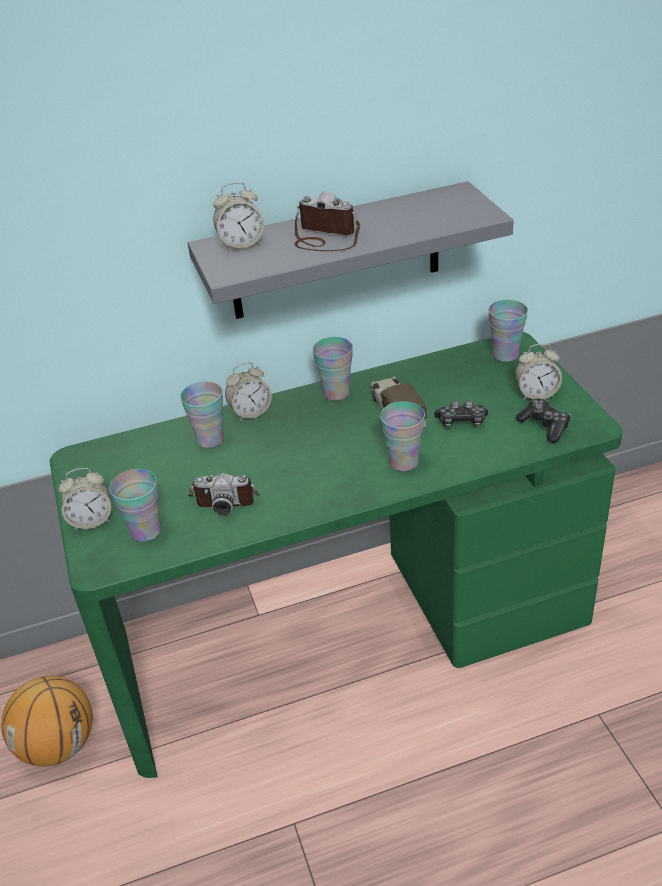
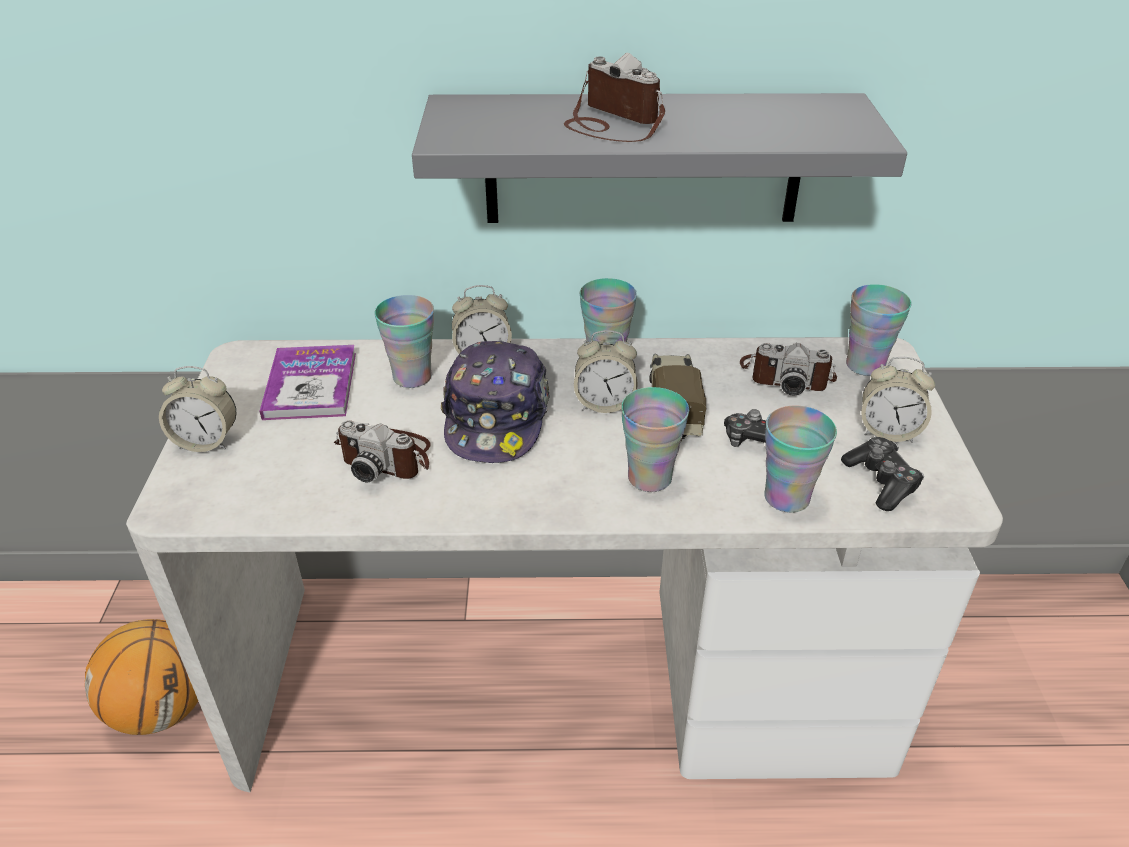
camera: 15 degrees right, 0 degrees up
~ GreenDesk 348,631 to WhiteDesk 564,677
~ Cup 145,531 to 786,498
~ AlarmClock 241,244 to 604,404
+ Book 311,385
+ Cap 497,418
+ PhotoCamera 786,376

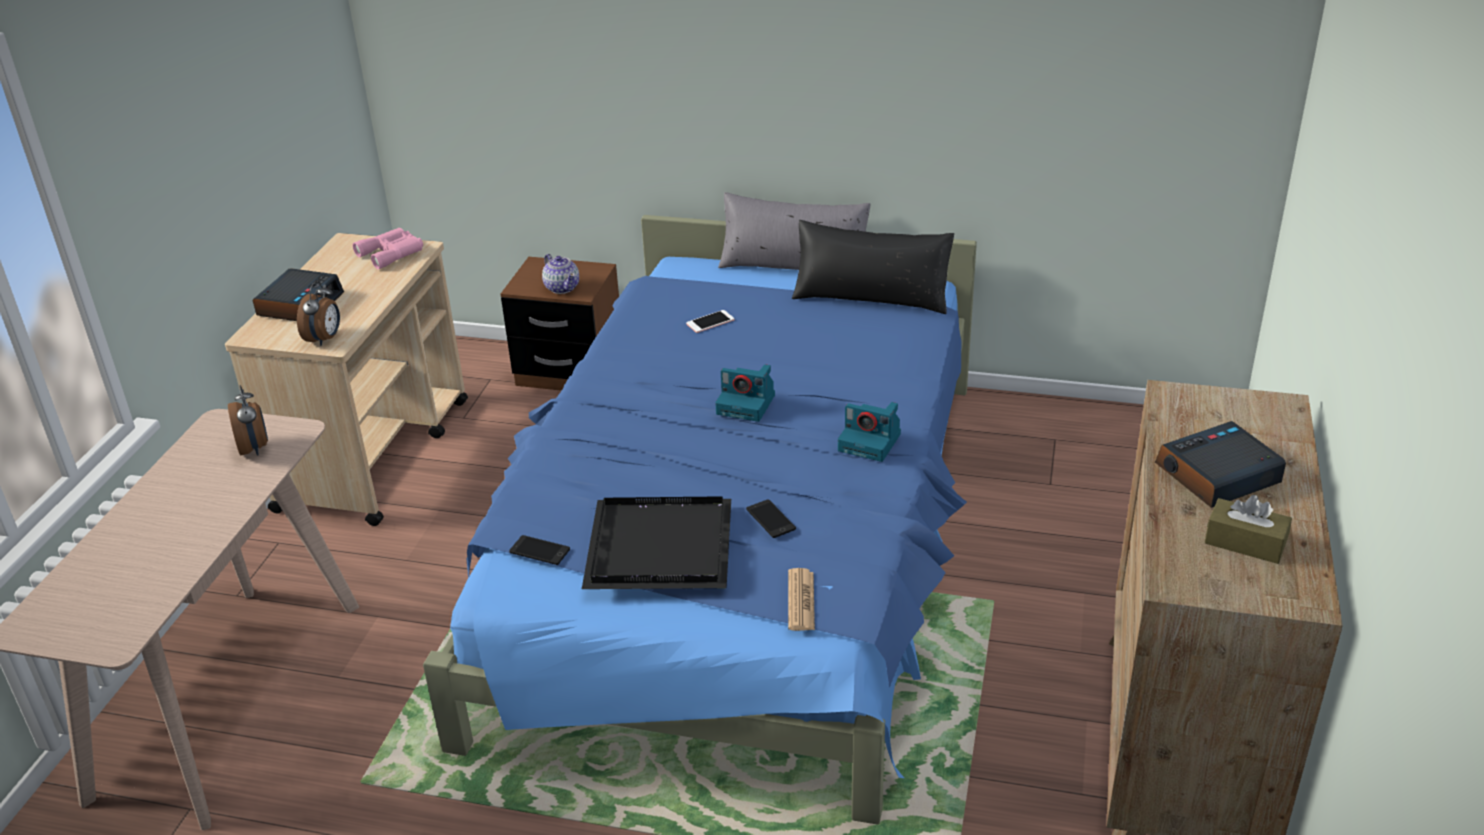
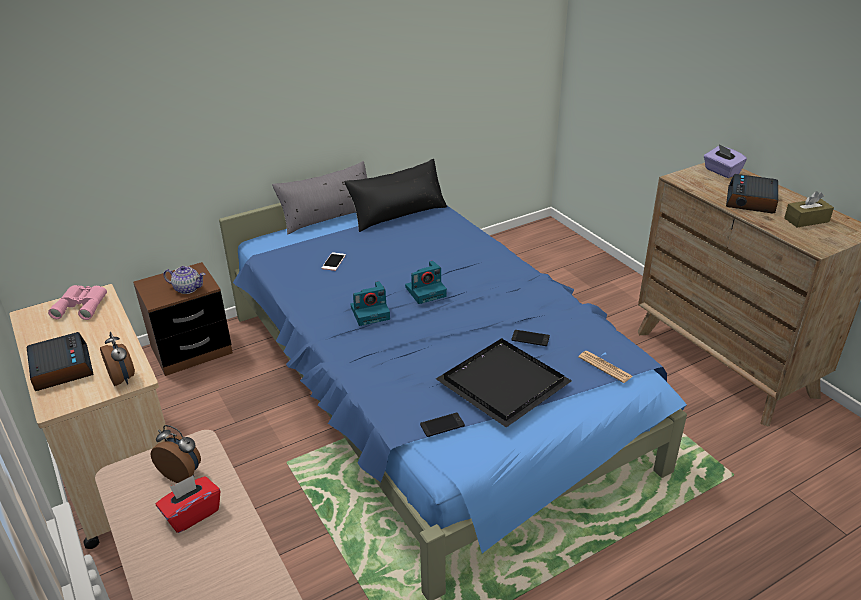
camera: 45 degrees left, 0 degrees up
~ PhotoCamera 871,442 to 371,312
+ RedTissueBox 192,514
+ PurpleTissueBox 721,171

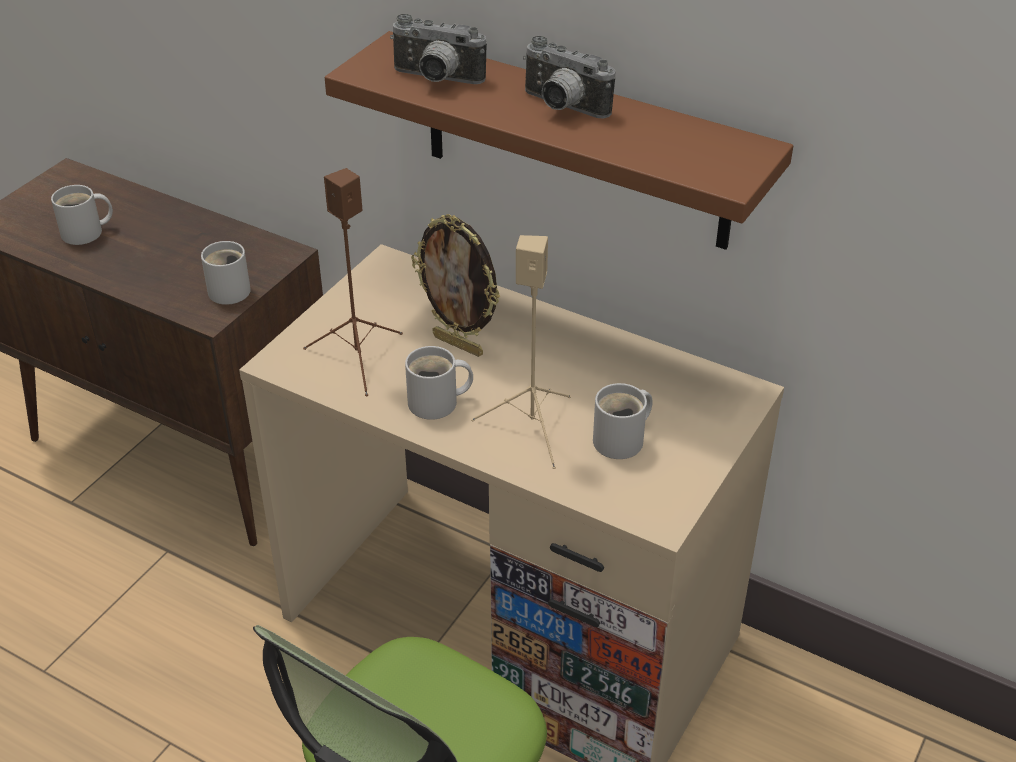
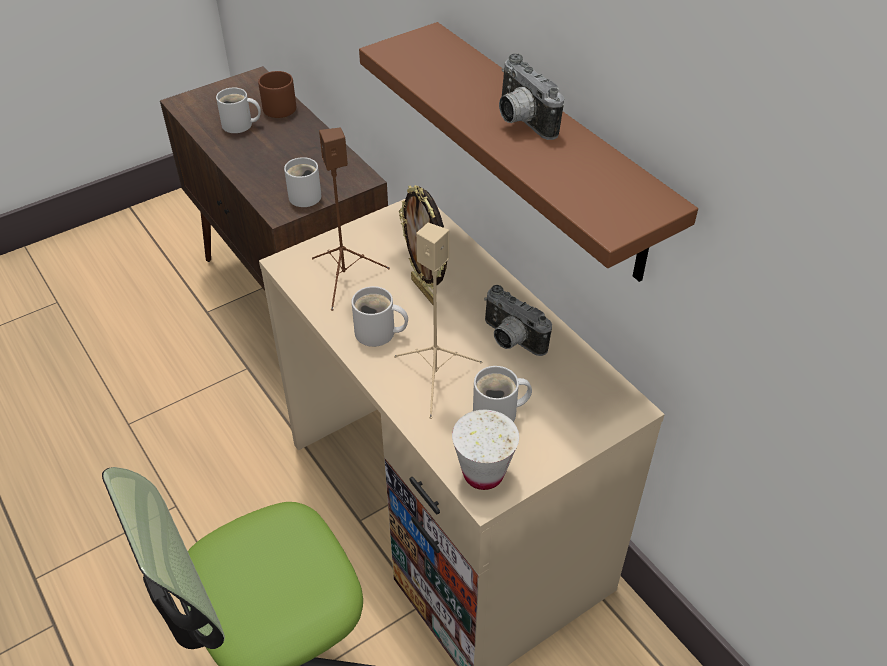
camera: 25 degrees right, 5 degrees up
~ PhotoCamera 436,80 to 510,340
+ BrownMug 280,105
+ WhiteCup 483,473

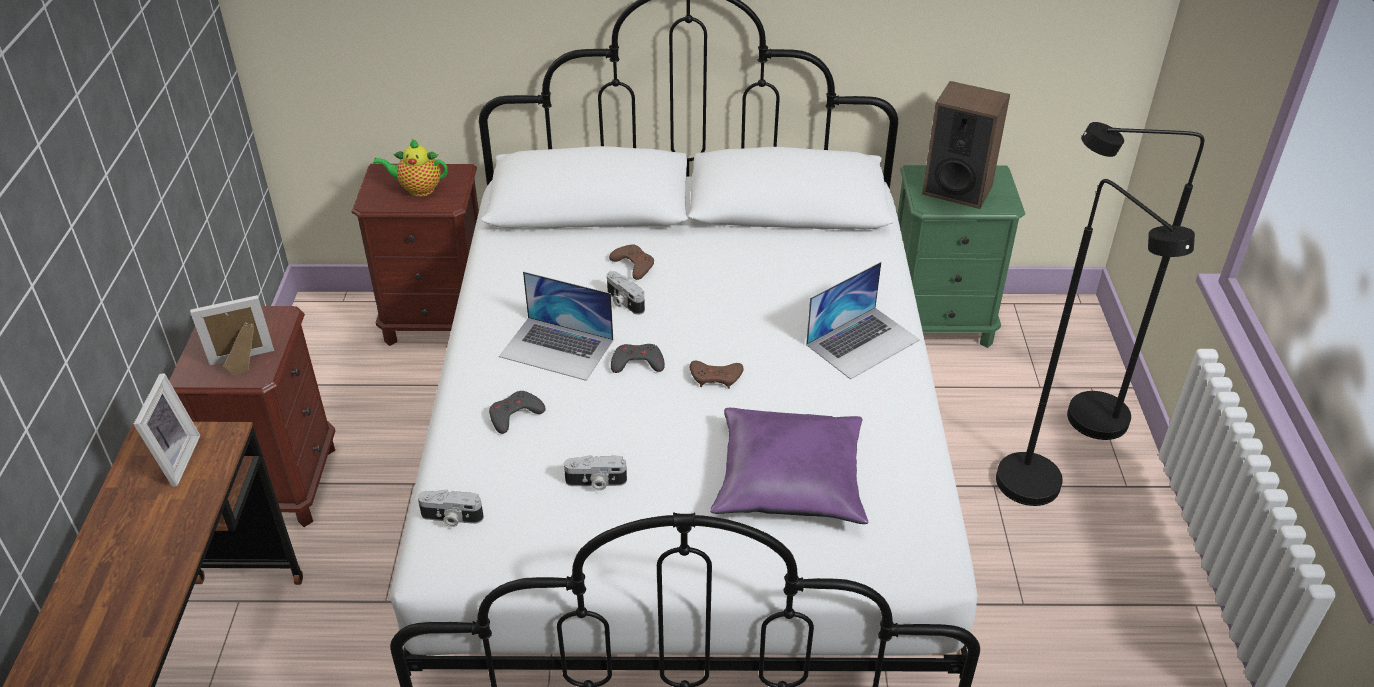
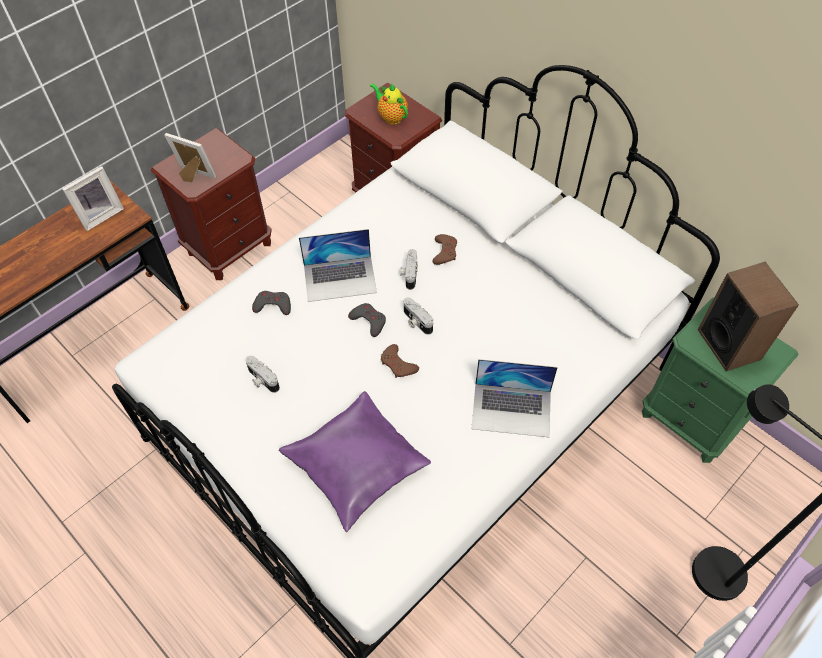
camera: 45 degrees right, 15 degrees up
~ PhotoCamera 451,518 to 416,321
~ Laptop 557,348 = 340,278 75 degrees counterclockwise
- BlackFloorLamp 1041,494

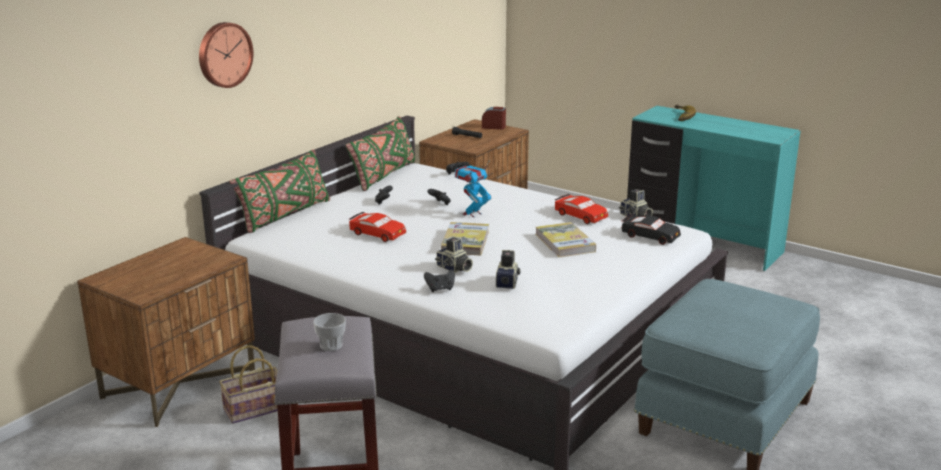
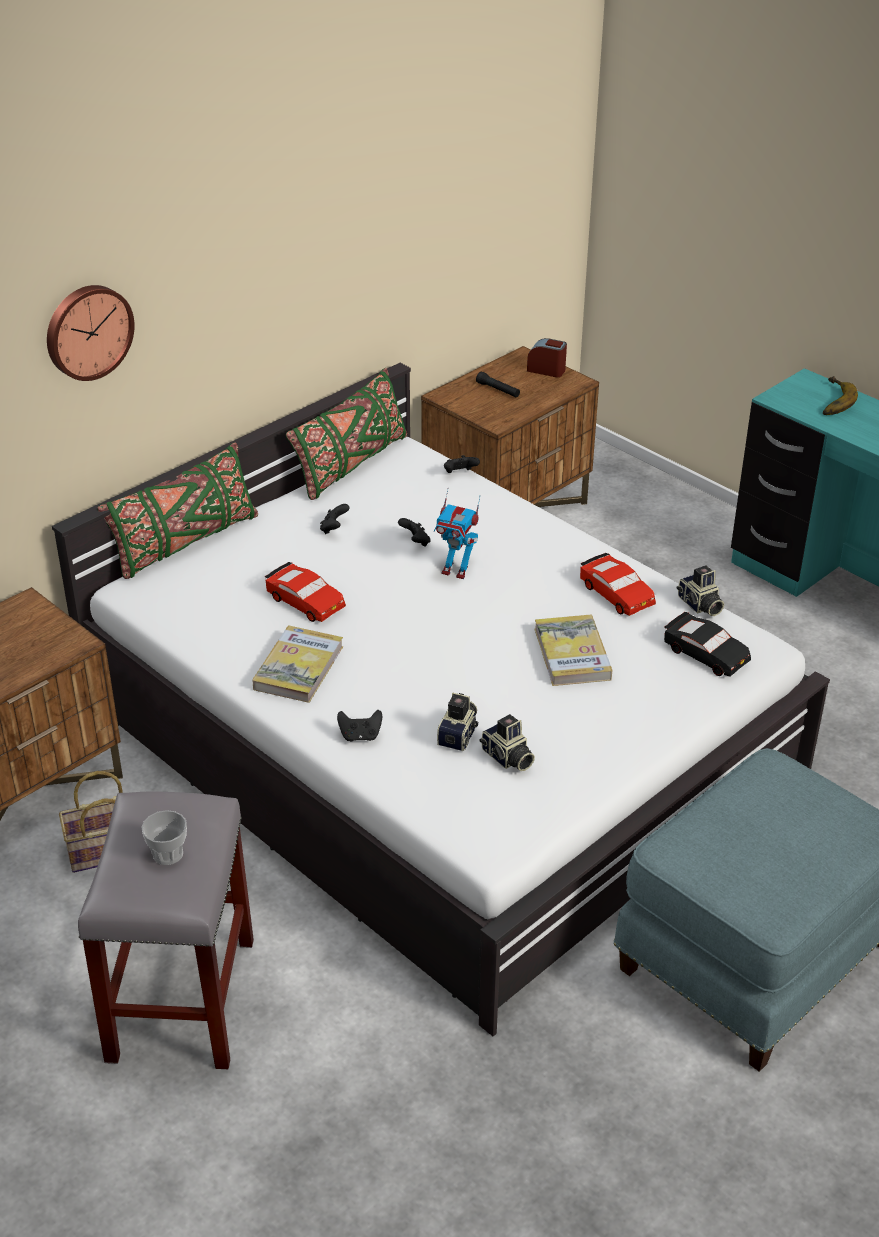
camera: 10 degrees right, 15 degrees up
~ PhotoCamera 454,268 to 507,758
~ Book 465,242 to 298,668
~ ToyRobot 472,214 = 456,571 120 degrees counterclockwise

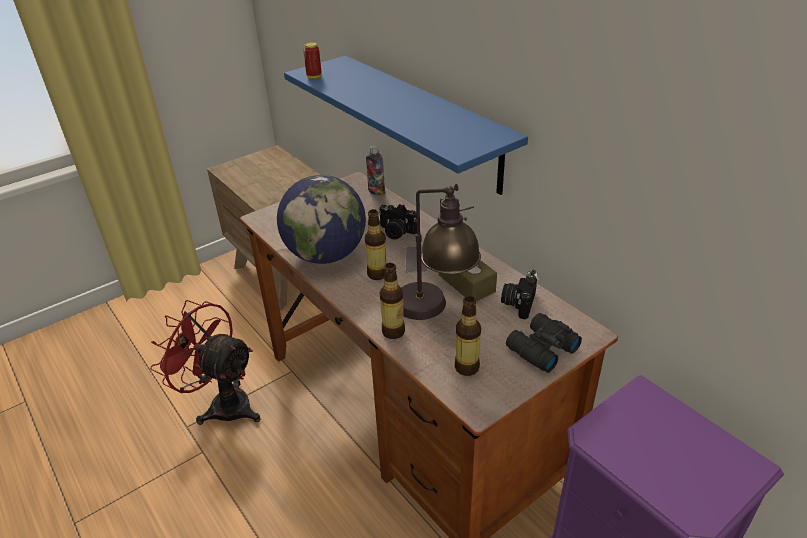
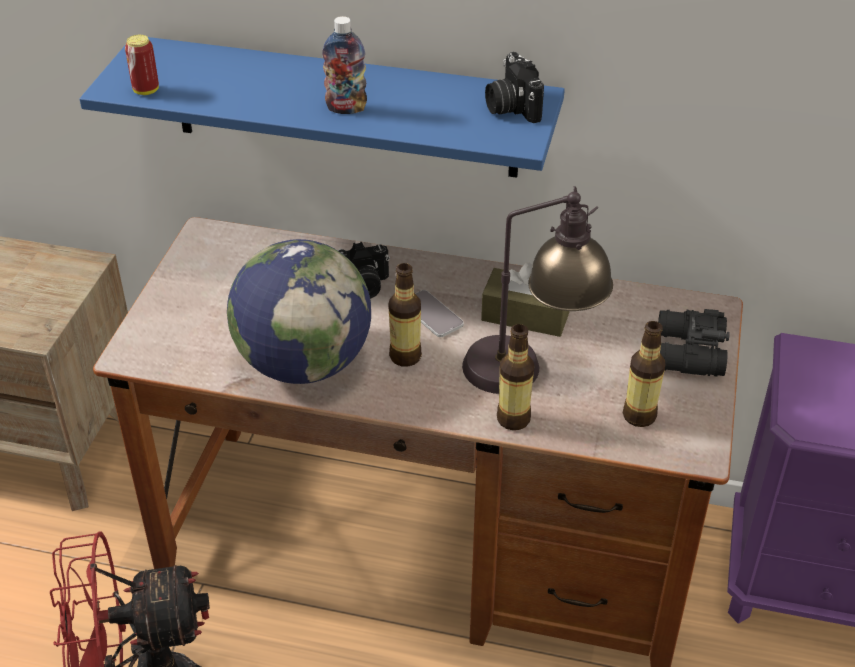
camera: 40 degrees left, 5 degrees up
~ Bottle 376,191 to 346,108
~ PhotoCamera 518,302 to 511,107

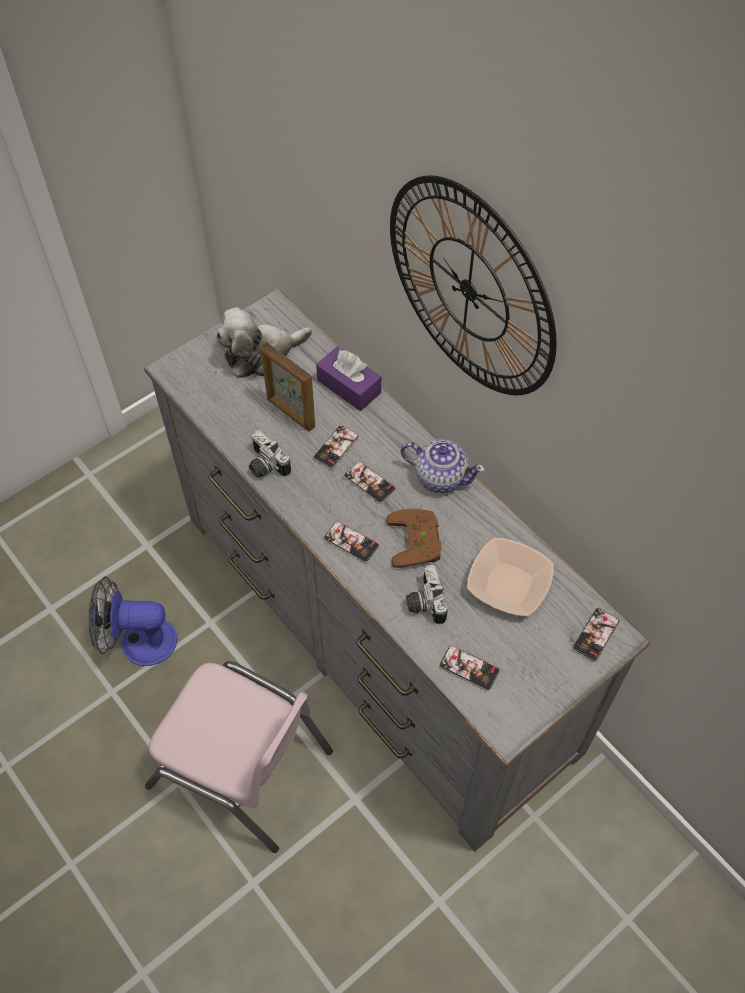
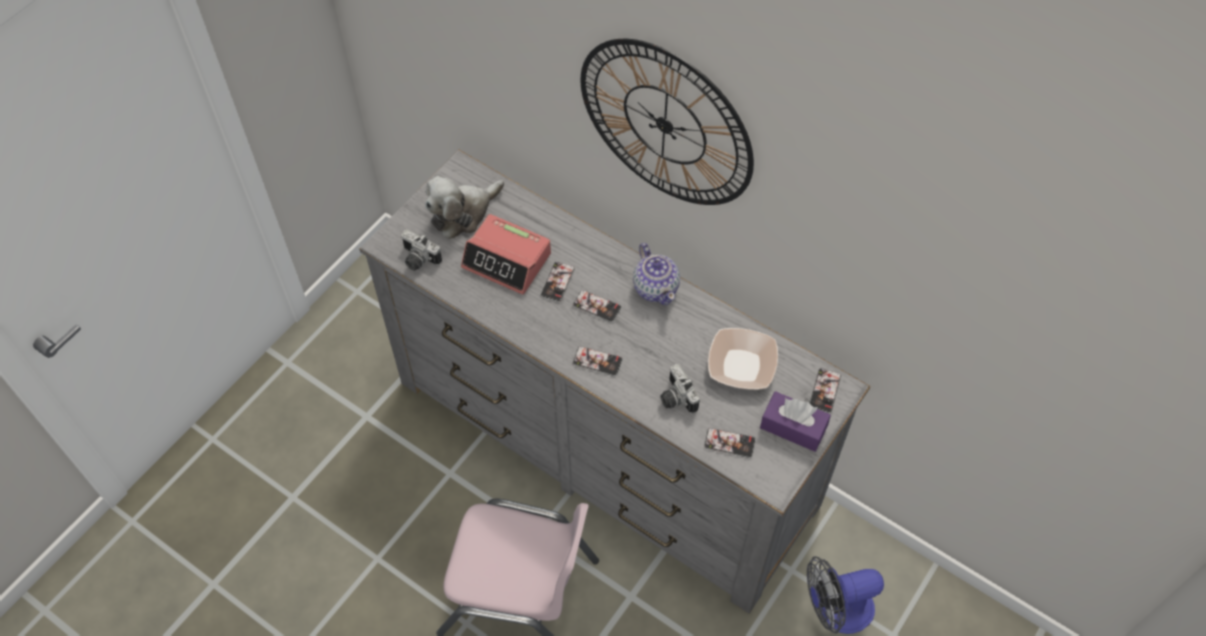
camera: 15 degrees left, 0 degrees up
~ Fan 138,641 to 836,610
~ PhotoCamera 265,466 to 418,260
~ PictureFrame 290,413 to AlarmClock 507,260
~ PurpleTissueBox 349,386 to 793,427
- BrownGameController 418,541
~ Teapot 440,476 = 656,287 60 degrees clockwise

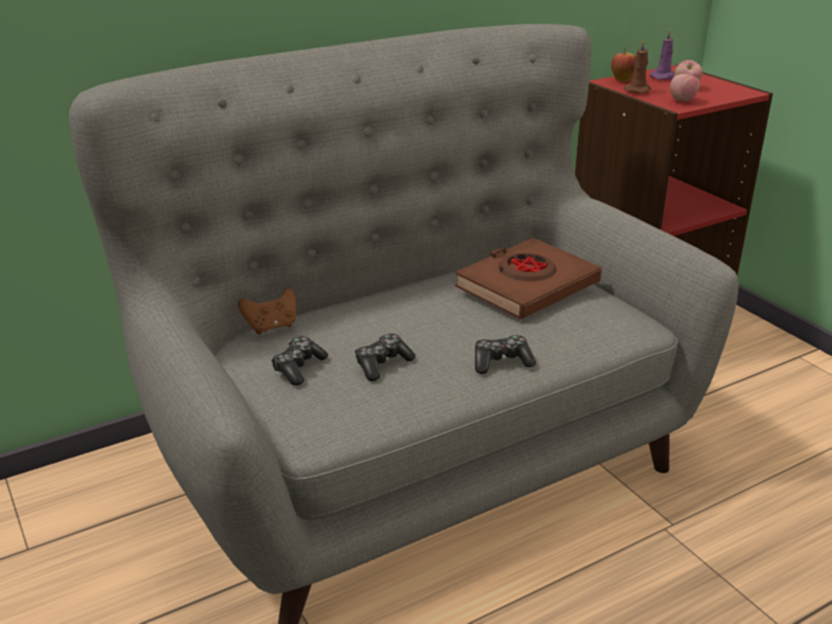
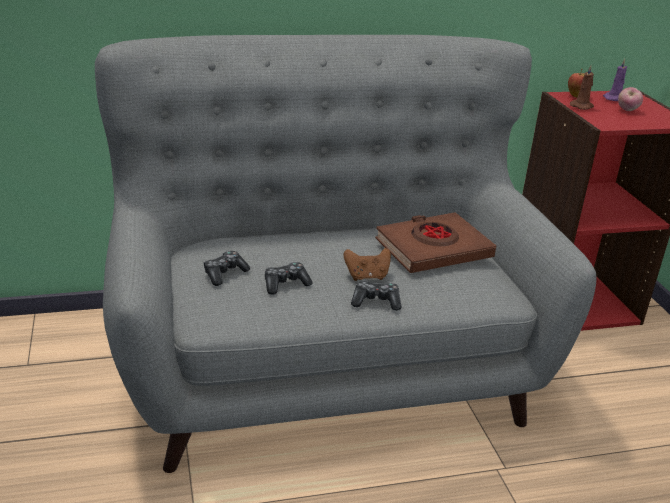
camera: 15 degrees right, 0 degrees up
~ BrownGameController 271,327 to 366,276
- Apple 682,101

